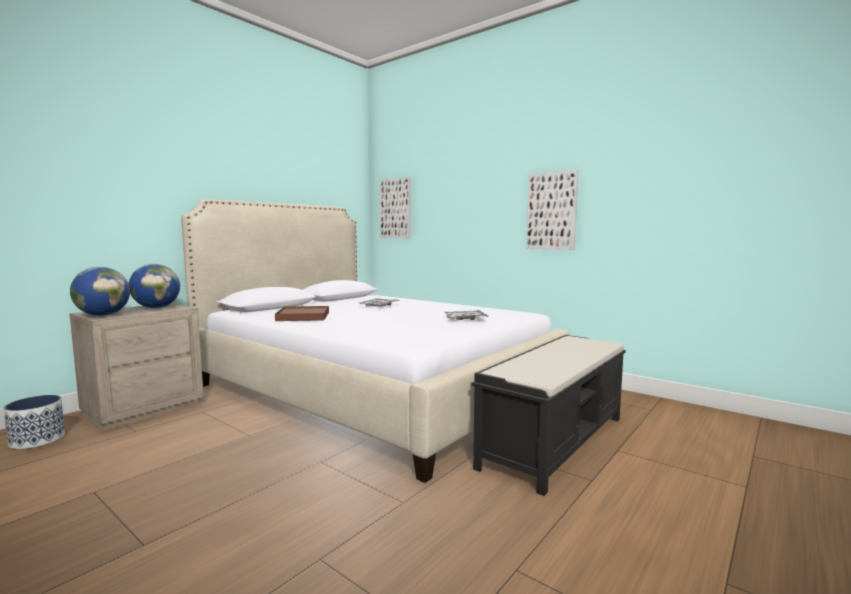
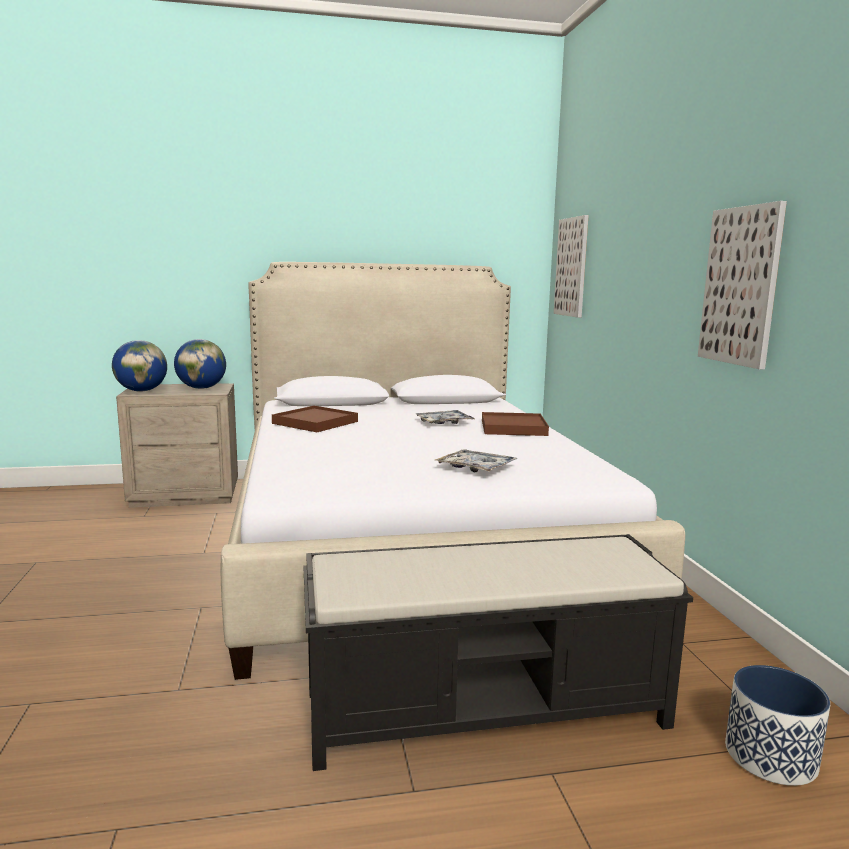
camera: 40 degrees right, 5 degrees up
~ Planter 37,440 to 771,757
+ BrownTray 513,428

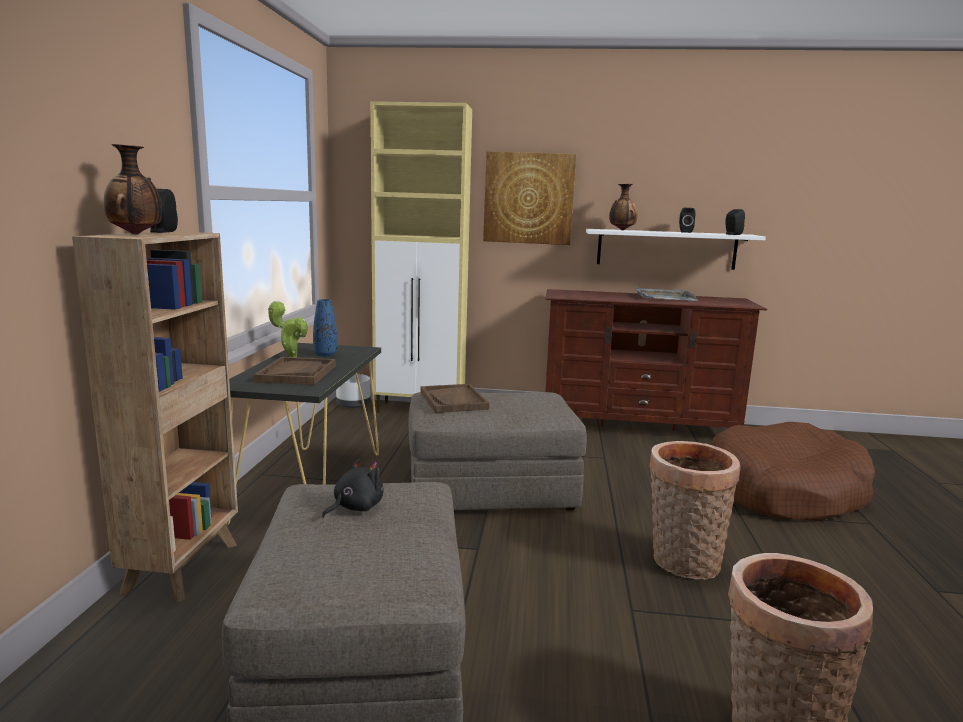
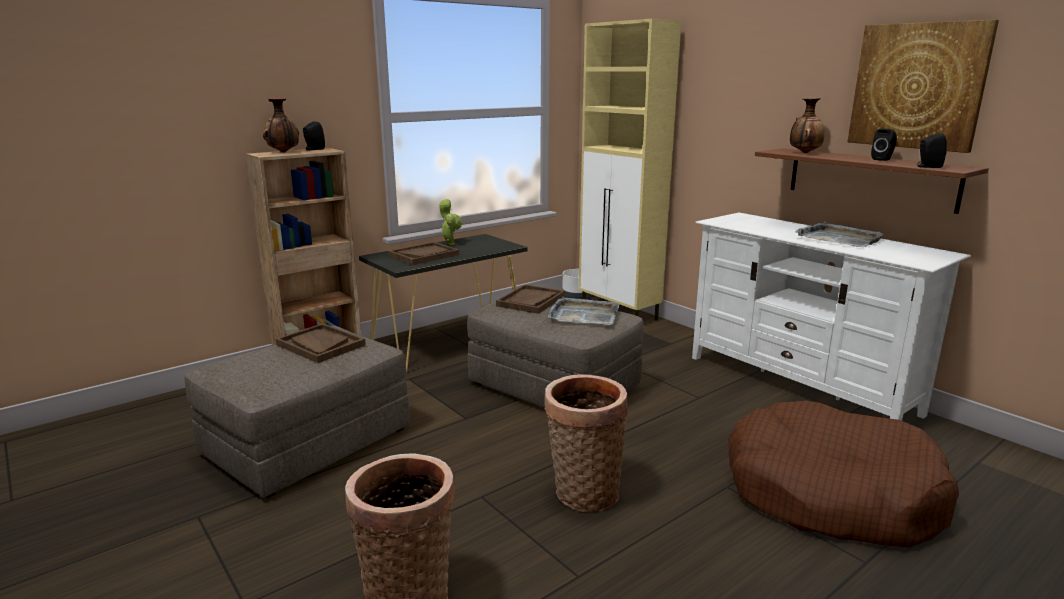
camera: 45 degrees right, 5 degrees up
- BlueVase 325,354
~ BlackPlushToy 355,507 to BrownTray 320,345
~ Picture 529,198 to 917,86
~ BrownTvStand 637,427 to WhiteTvStand 799,384
~ WhiteShelf 666,249 to BrownShelf 870,179
+ GreyTray 583,315

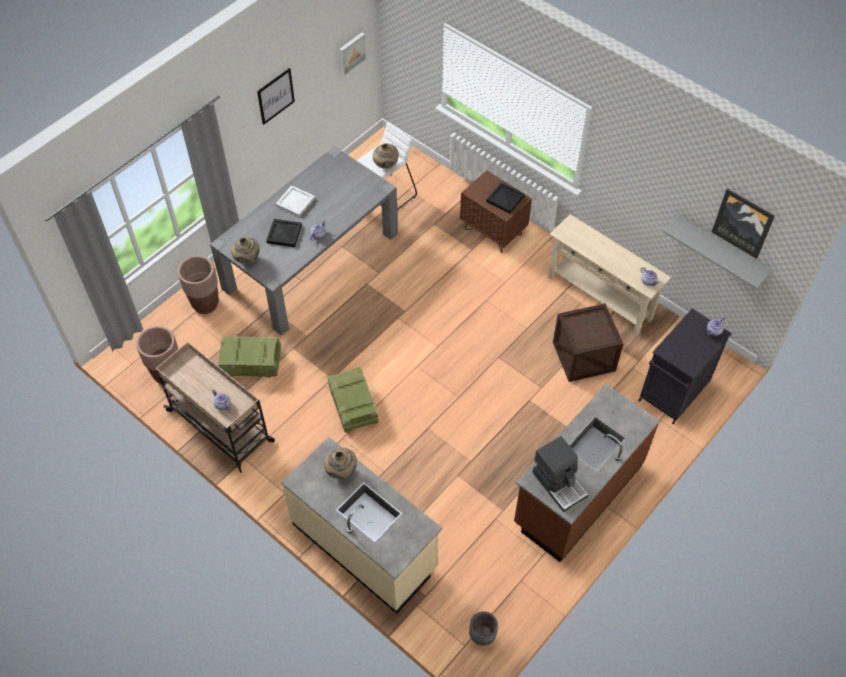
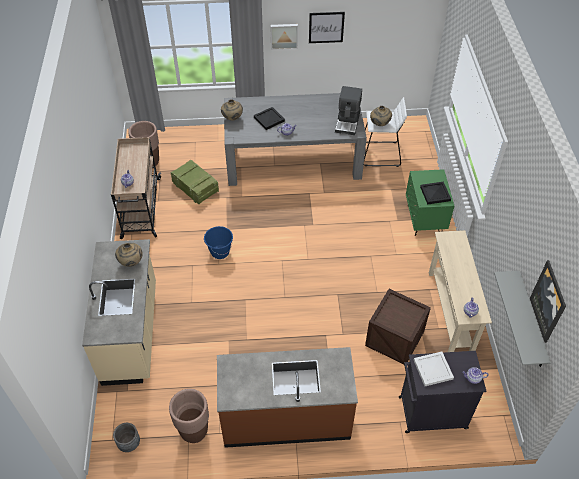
camera: 45 degrees right, 5 degrees down
~ BrownPlanter 205,304 to 194,431
~ WhiteTray 295,203 to 432,370
~ Crate 353,405 to BlueBucket 220,252
~ Picture 351,53 to 284,35
~ BrownNightstand 493,232 to GreenNightstand 424,220
~ CoffeeMachine 559,483 to 348,122

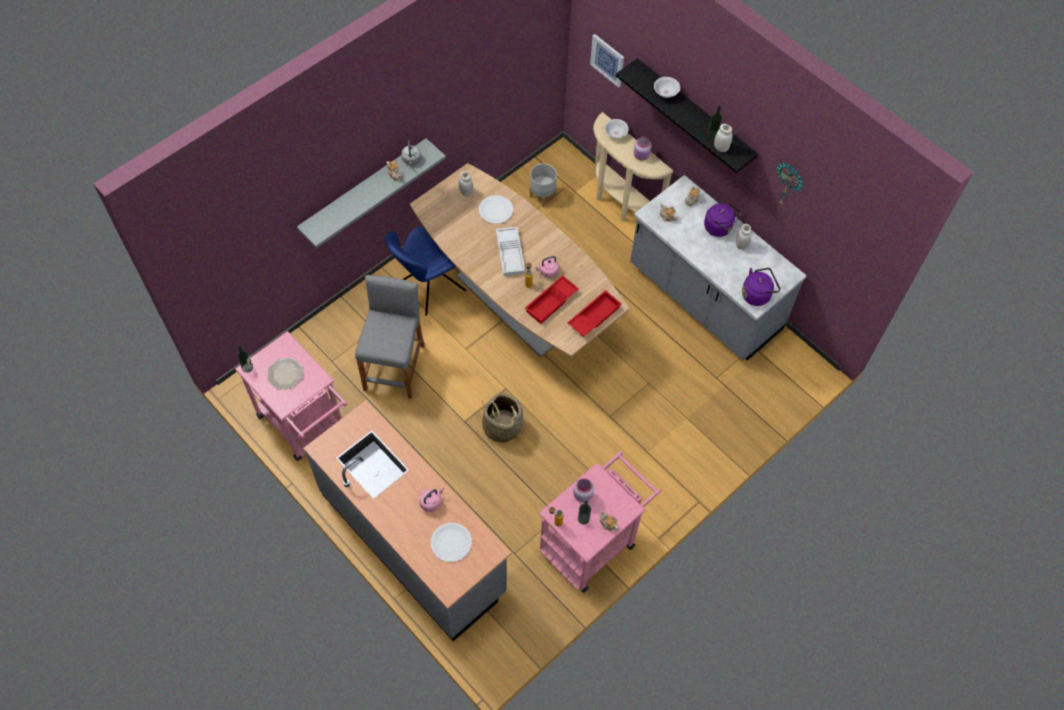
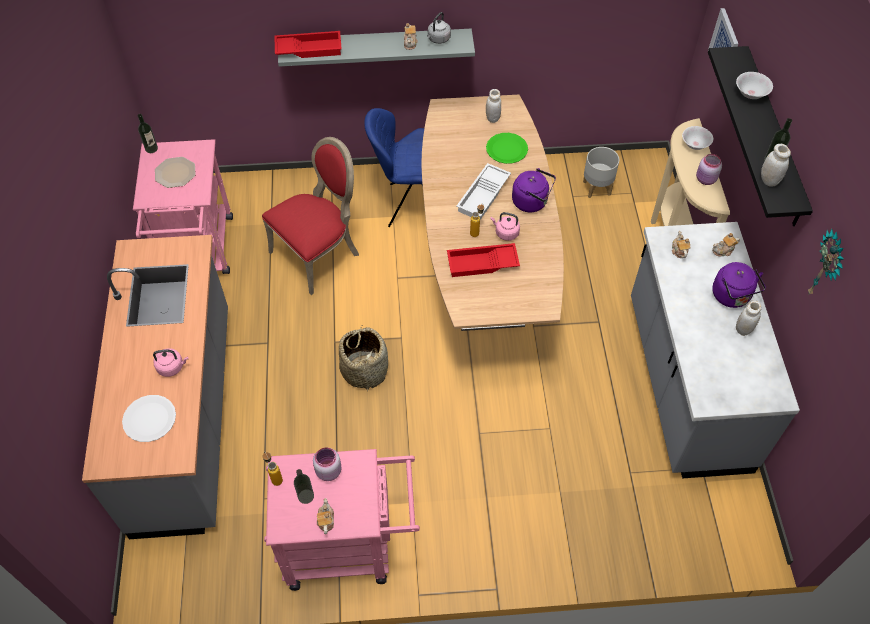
camera: 40 degrees right, 5 degrees down
~ GreyStool 395,367 to RedChair 319,254
~ WhitePlate 496,210 to GreenPlate 507,149
~ RedTray 594,316 to 309,48
~ PurpleKettle 757,294 to 532,202

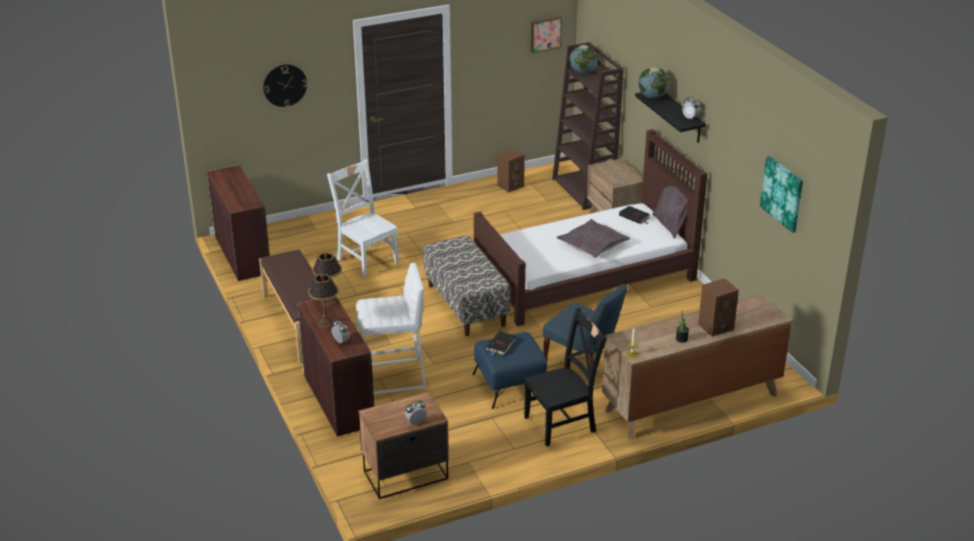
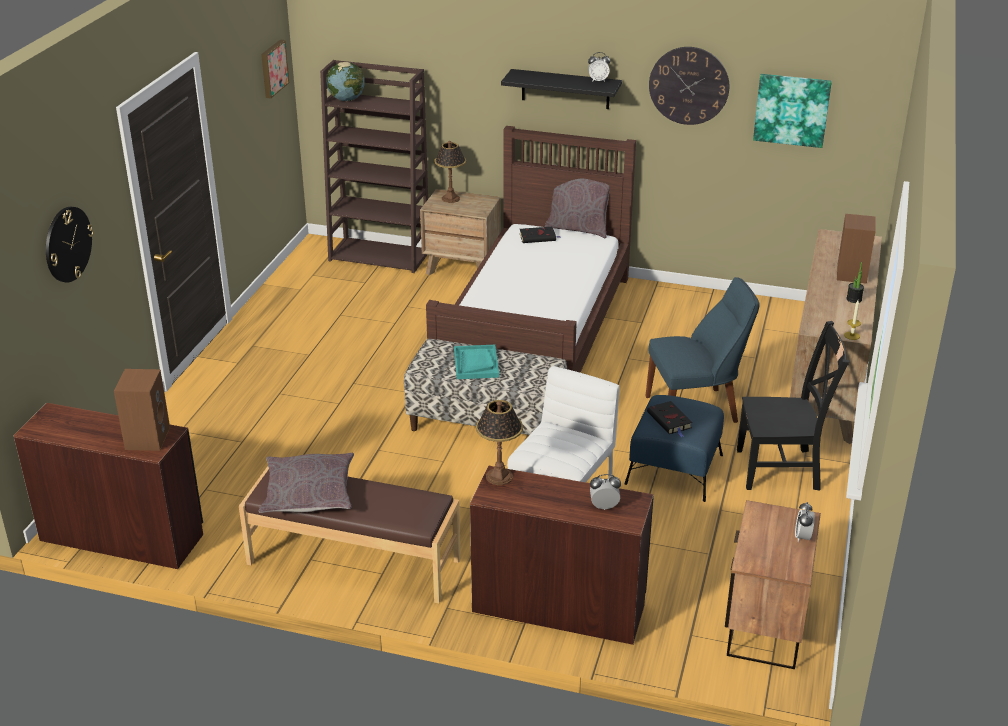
camera: 50 degrees left, 0 degrees up
~ TableLamp 326,323 to 451,198
- WhiteChair 366,259
~ BrownSpeaker 510,185 to 147,437
~ BlackChair 562,423 = 782,469 75 degrees clockwise
~ GreyPillow 592,245 to 308,492
- Globe 652,96
+ TurquoiseTray 476,363
+ WallClock 689,85

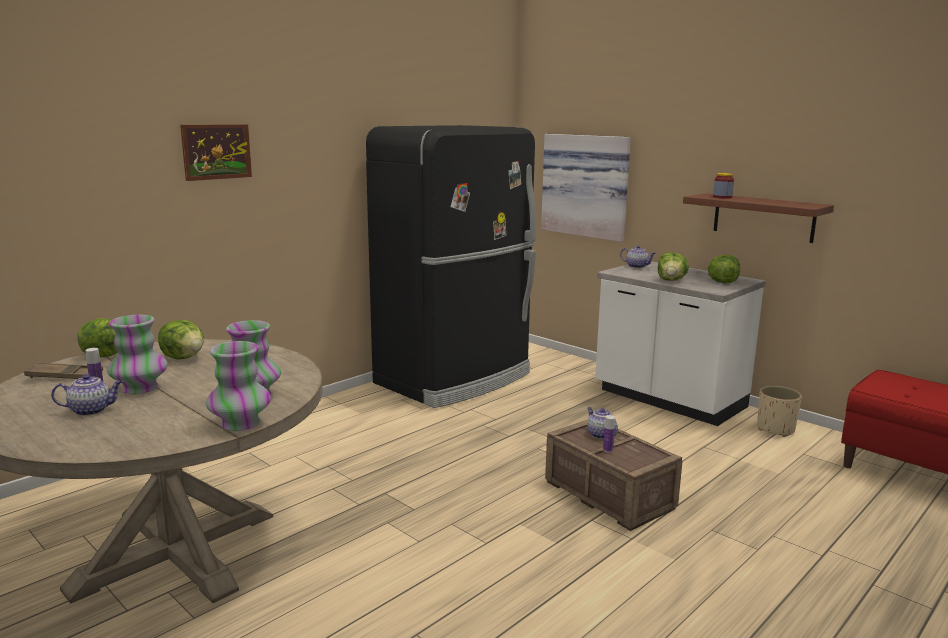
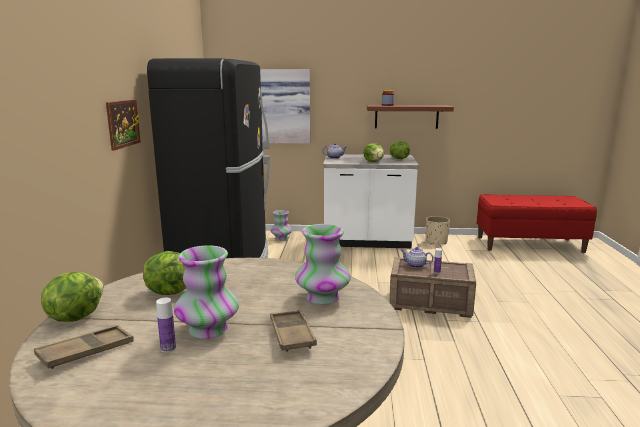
camera: 40 degrees left, 0 degrees up
- Teapot 91,410
~ Picture 216,151 to 123,123
~ Vase 241,424 to 281,238
+ BrownTray 291,335

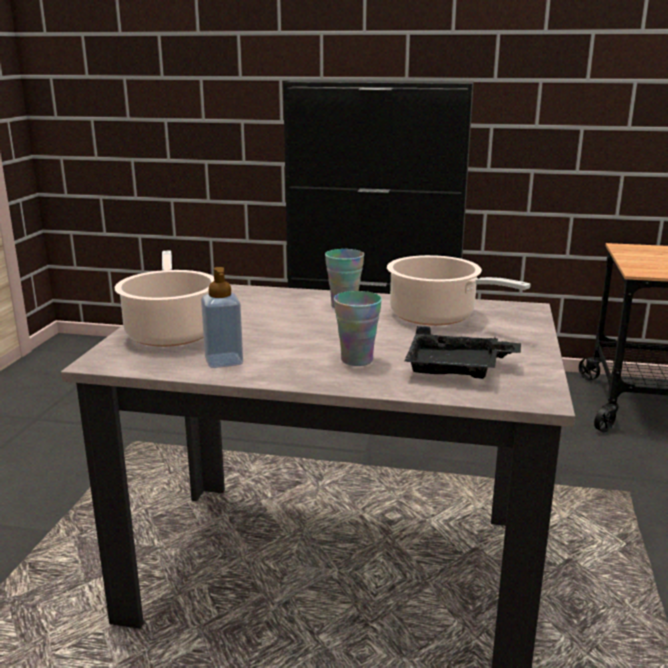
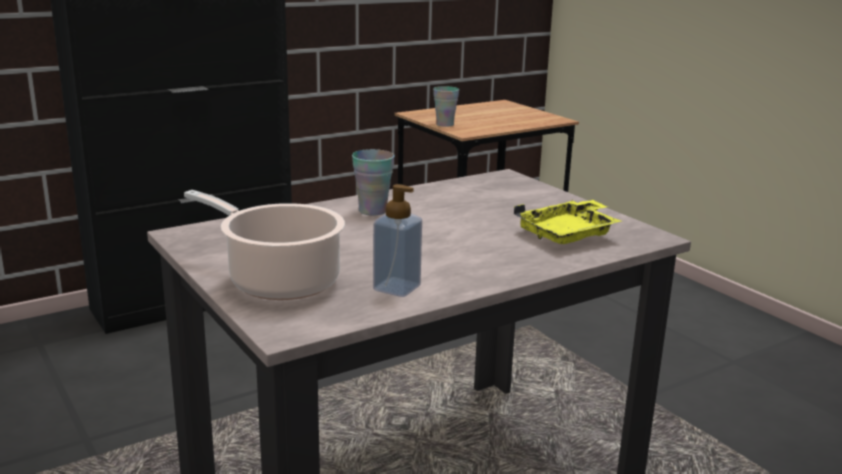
camera: 45 degrees left, 0 degrees up
~ Cup 357,360 to 445,124
- CookingPot 437,316
~ BlackTray 457,369 to YellowTray 568,234

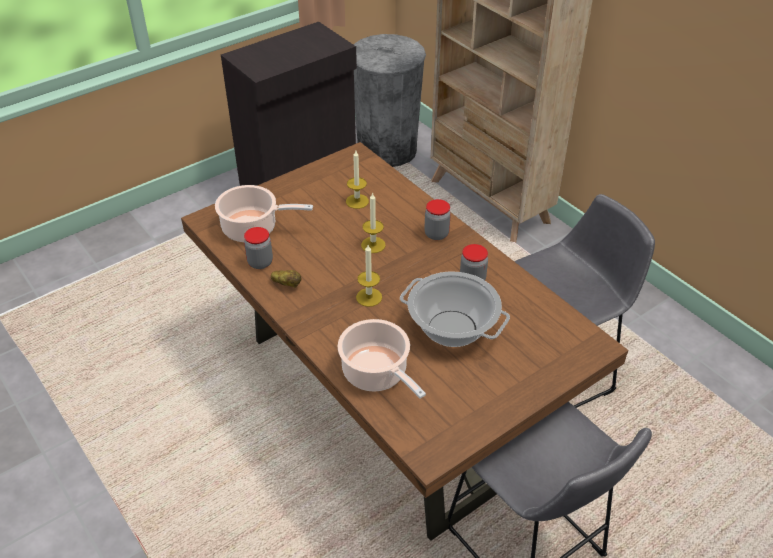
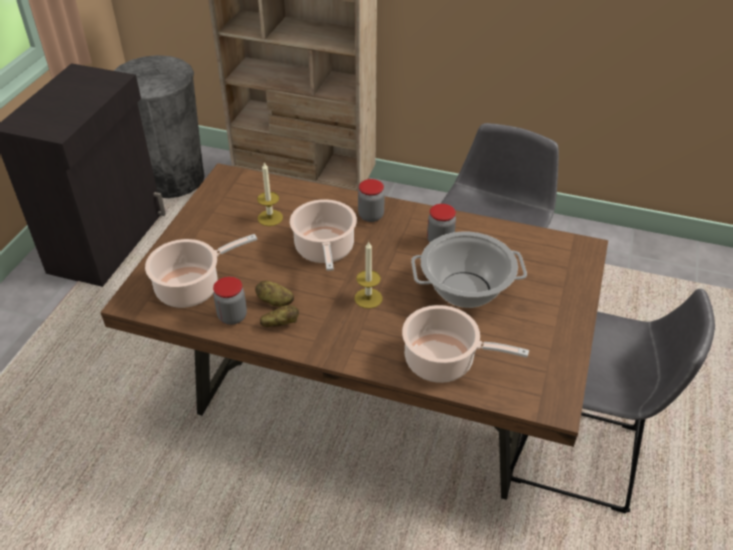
camera: 35 degrees left, 0 degrees up
~ Candle 373,245 to CookingPot 324,250
+ Potato 275,301

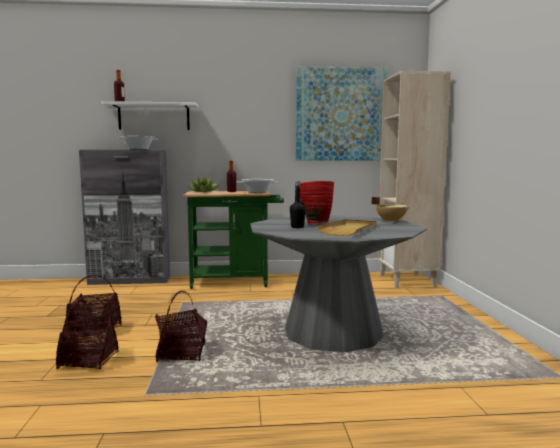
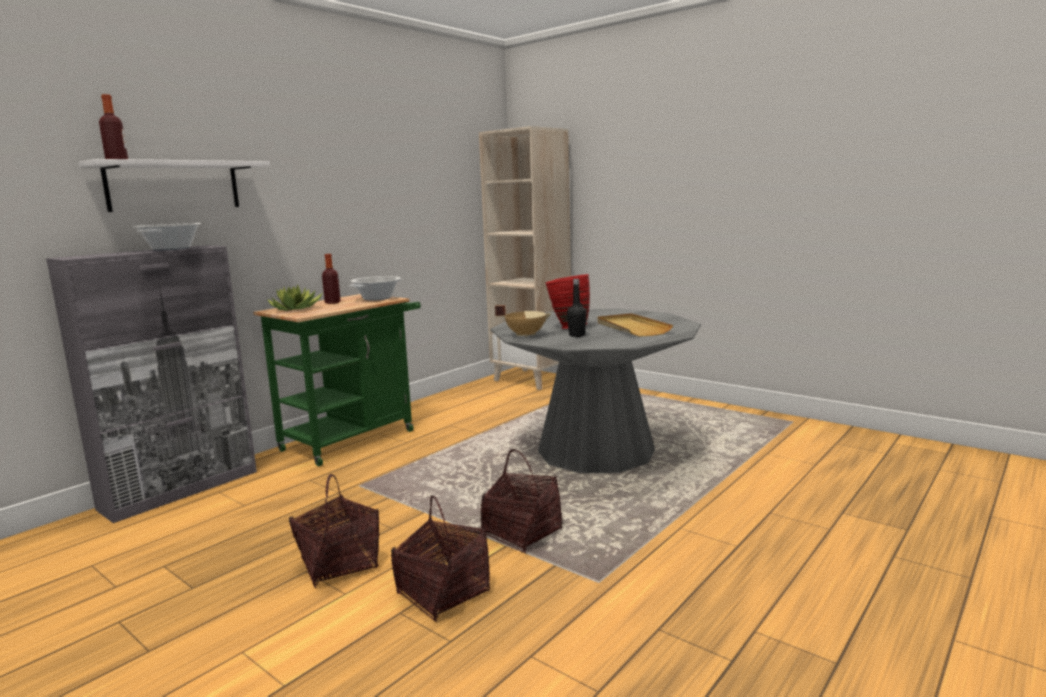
camera: 45 degrees left, 5 degrees up
- Picture 340,114
~ BeigeCookingPot 391,221 to 525,335

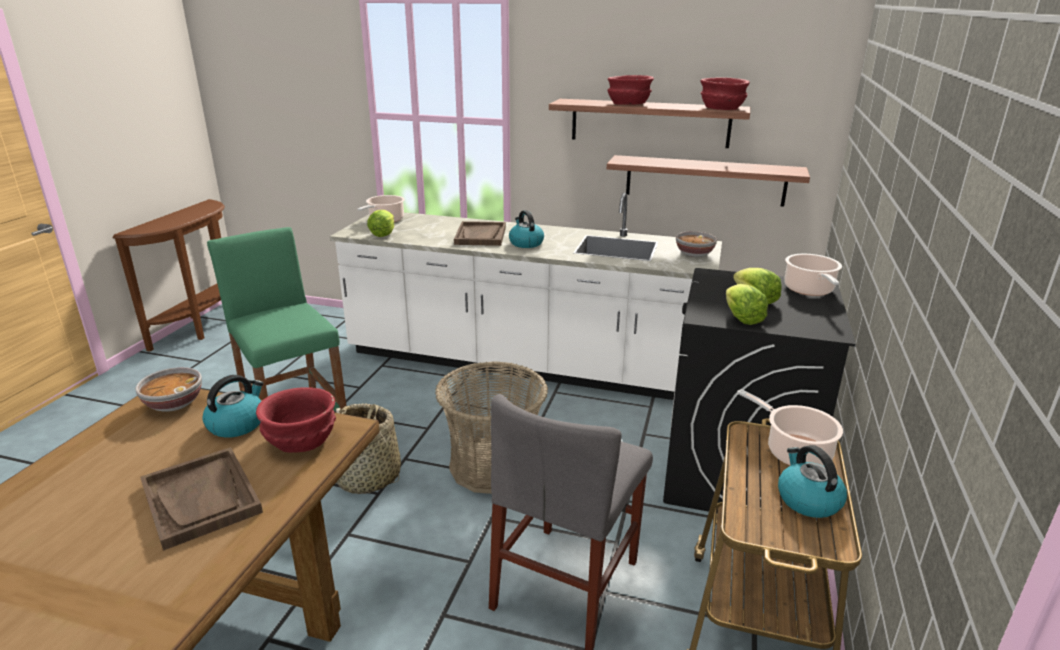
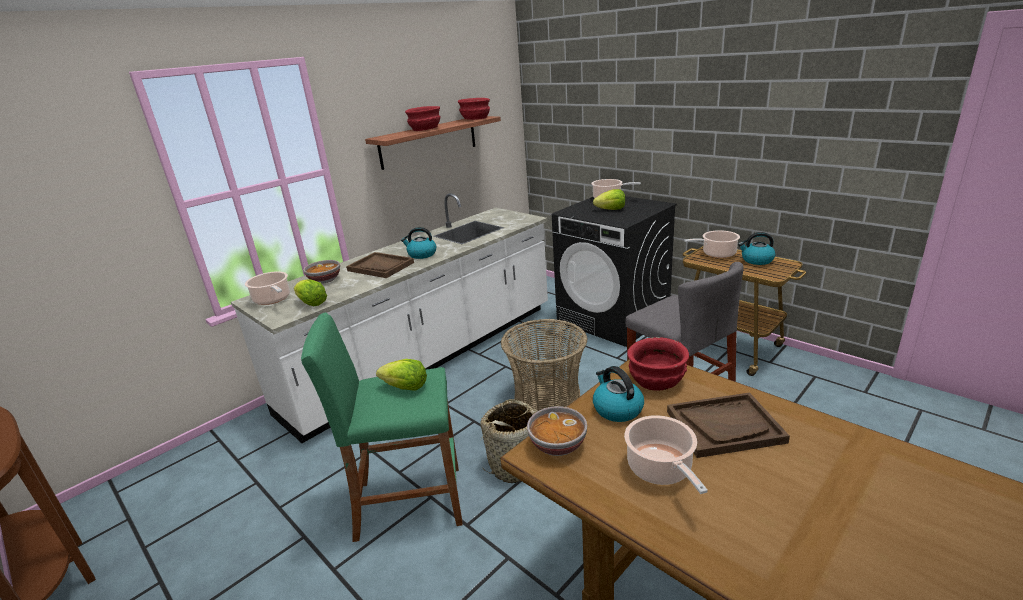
camera: 60 degrees left, 0 degrees up
- Shelf 705,180
~ Bowl 694,254 to 324,280
~ Lettuce 741,318 to 405,387
+ CookingPot 661,470

